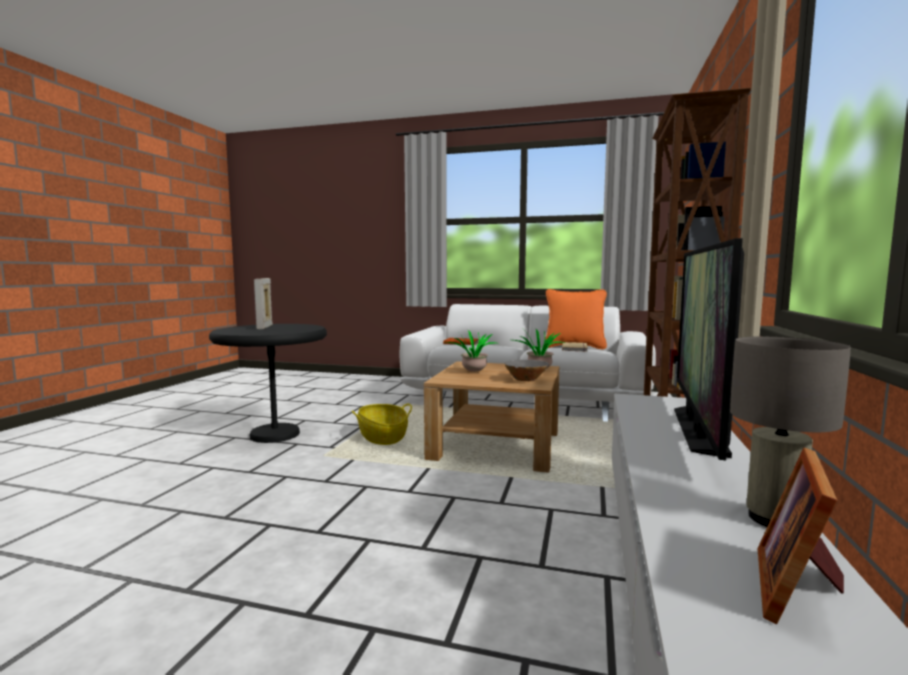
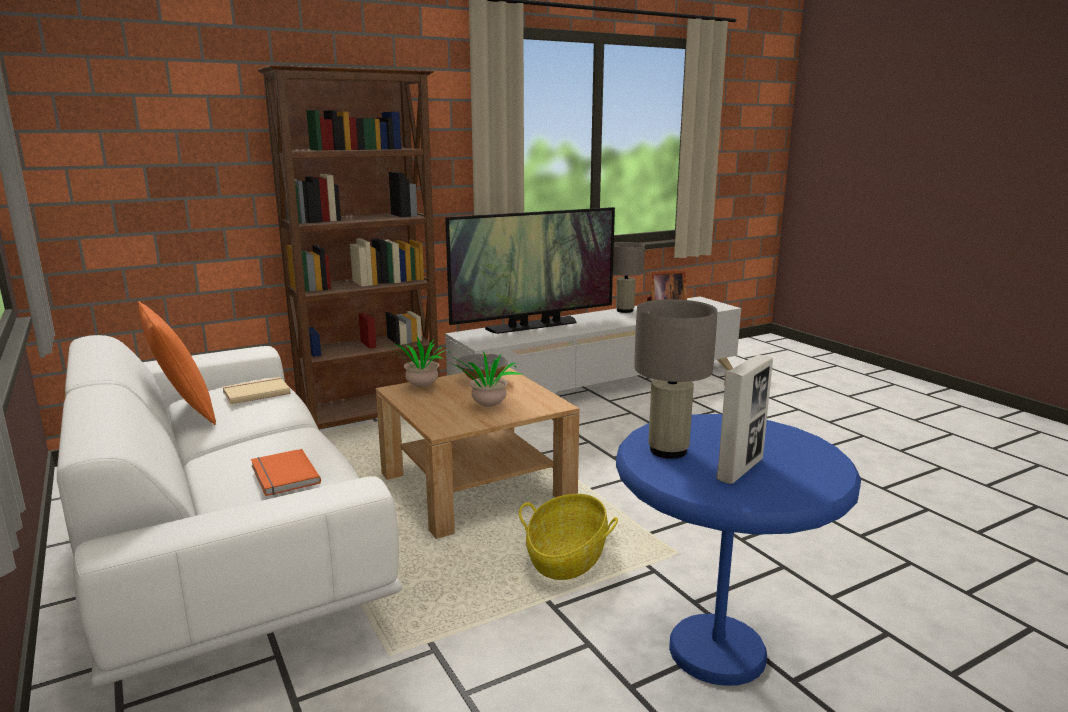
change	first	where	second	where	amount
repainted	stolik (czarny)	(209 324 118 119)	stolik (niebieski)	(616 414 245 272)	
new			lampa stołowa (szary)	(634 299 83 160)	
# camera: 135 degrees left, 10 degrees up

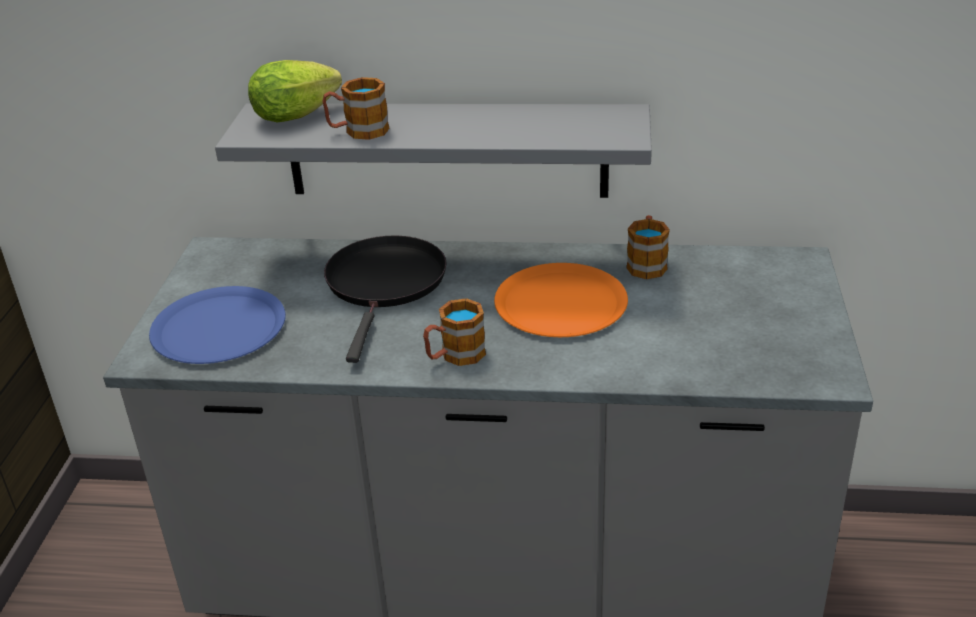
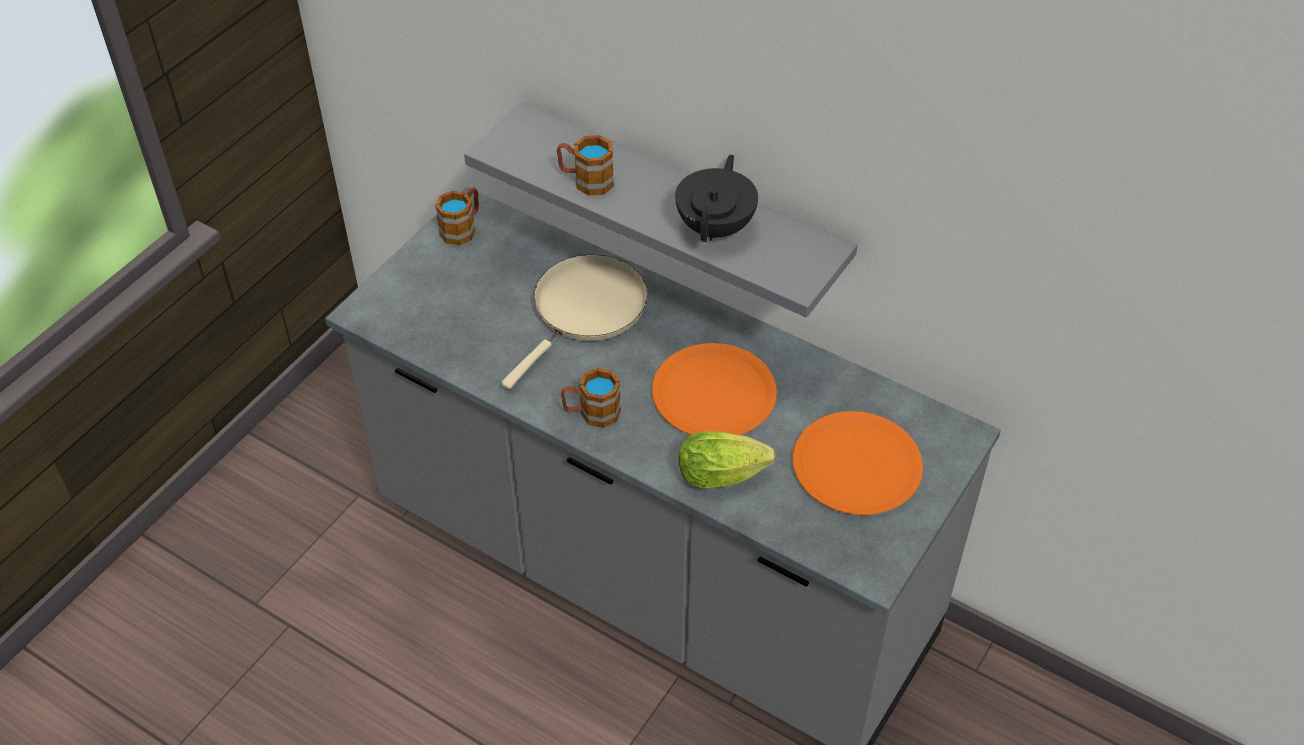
change	first	where	second	where	amount
shifted	sałata	(248 60 94 63)		(679 431 97 57)	
shifted	kubek	(626 215 44 64)		(435 188 44 57)	
repainted	patelnia (czarny)	(324 236 123 127)	patelnia (beżowy)	(501 254 147 135)	
gone	talerz (niebieski)	(149 286 137 78)			
new			imbryk (czarny)	(675 154 83 88)	
new			talerz (pomarańczowy)	(792 411 131 104)	
# camera: 25 degrees right, 15 degrees up

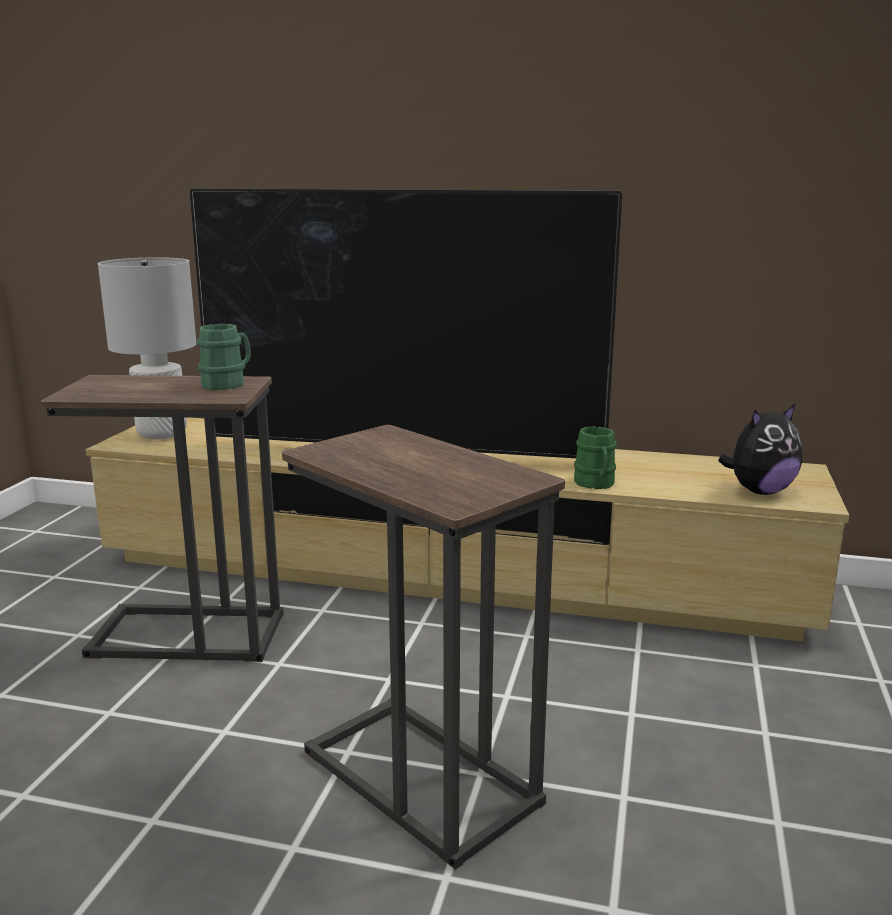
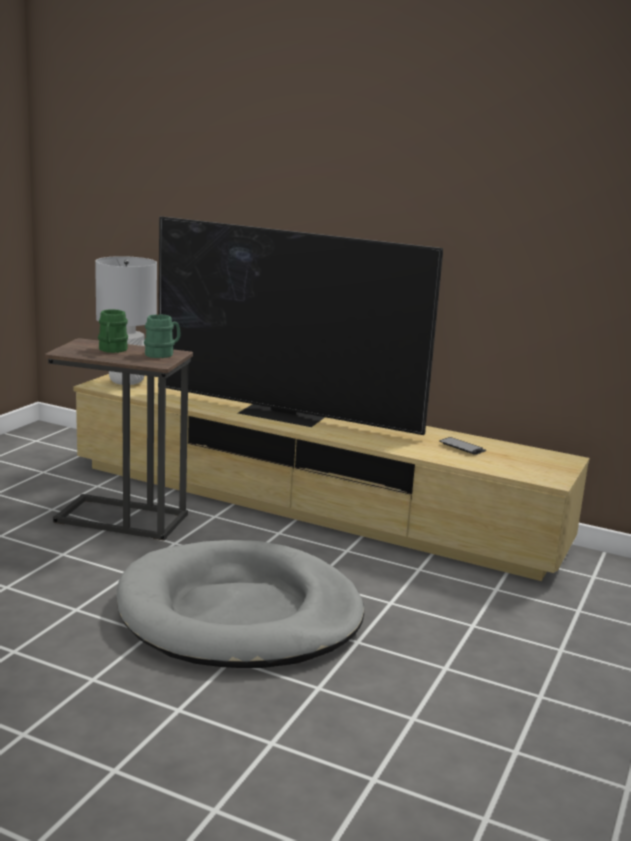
change	first	where	second	where	amount
gone	pluszak	(718 403 84 92)			
swapped	stolik (brązowy)	(282 425 283 445)	legowisko (szary)	(117 540 247 128)	
shifted	kubek (zielony)	(574 426 43 63)		(98 309 30 44)	
new			telefon	(439 437 47 18)	
# camera: 10 degrees right, 0 degrees up

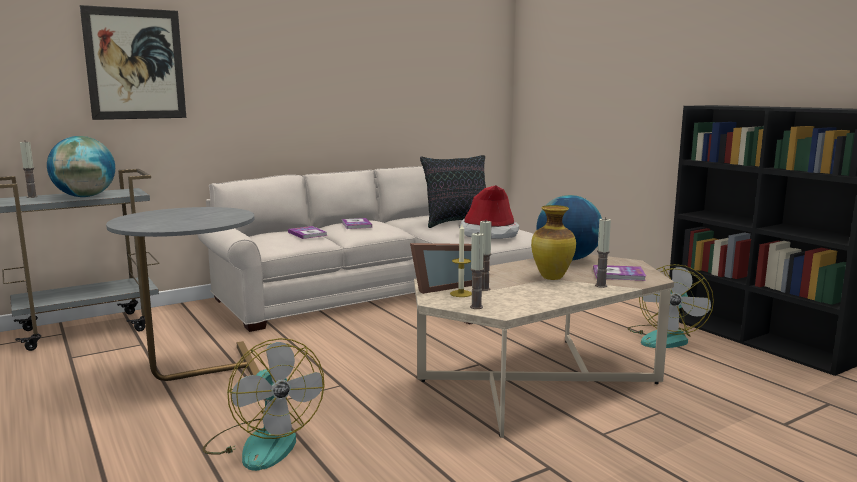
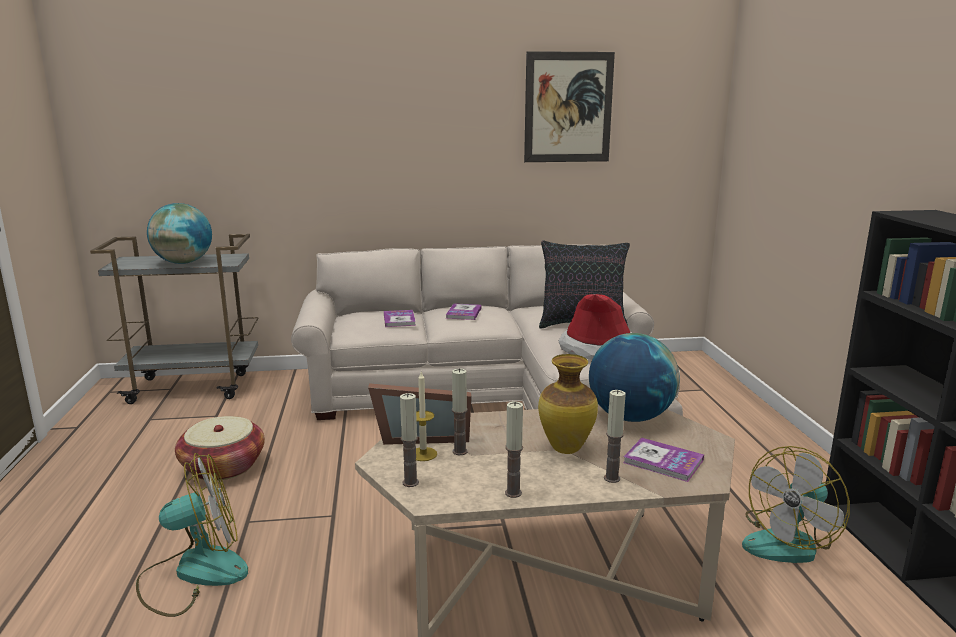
change	first	where	second	where	amount
shifted	obraz	(80 5 106 115)		(524 51 91 111)	
shifted	świeca	(20 142 18 56)		(505 401 18 97)	
swapped	stolik (szary)	(106 207 154 174)	koszyk	(175 416 90 65)	
rotated	wentylator	(202 338 123 133)		(136 453 112 164)	105 degrees counterclockwise
# camera: 25 degrees right, 5 degrees up

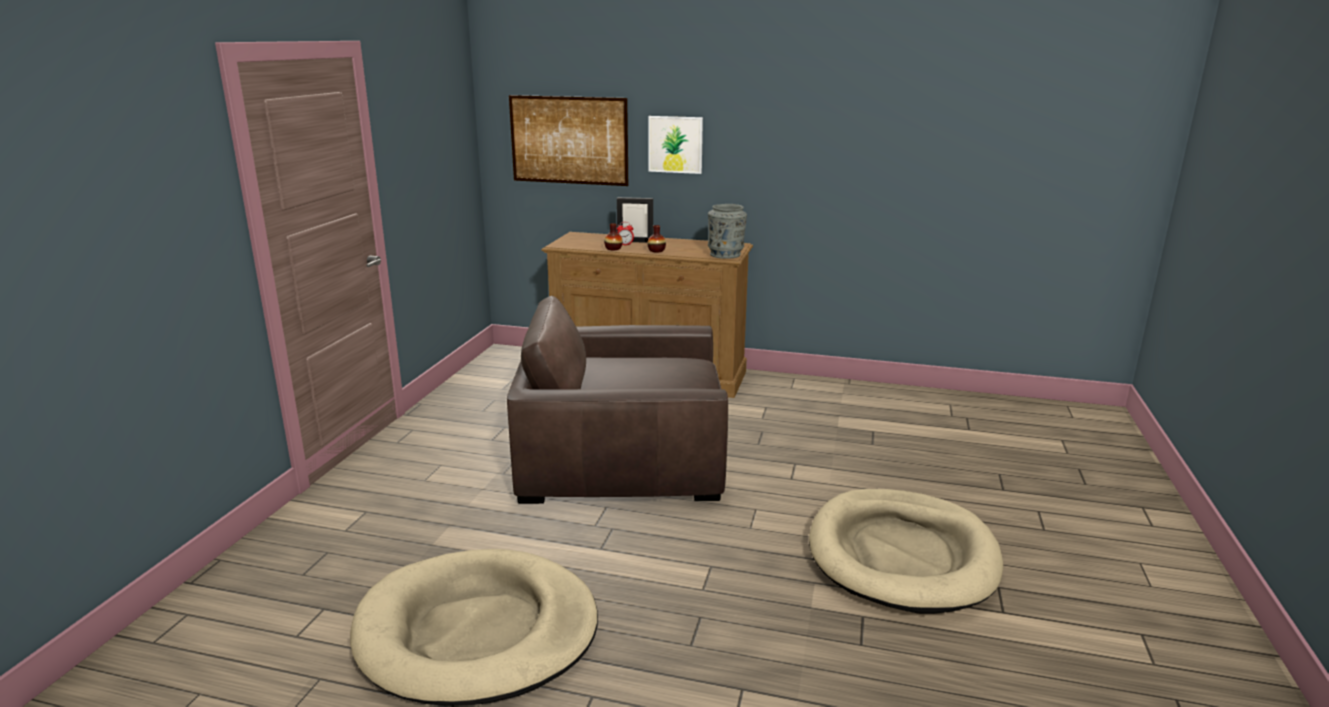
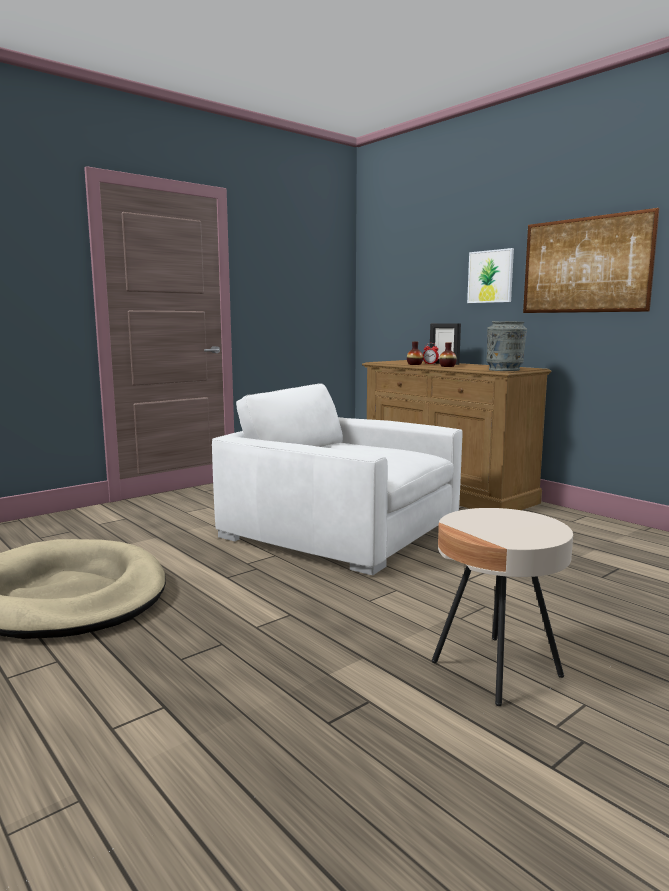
change	first	where	second	where	amount
shifted	obraz	(509 95 119 91)		(523 208 137 105)	
repainted	fotel (brązowy)	(507 296 221 208)	fotel (biały)	(212 383 251 192)	
swapped	legowisko (beżowy)	(809 489 194 125)	stolik (beżowy)	(432 508 141 198)	
# camera: 35 degrees right, 10 degrees down

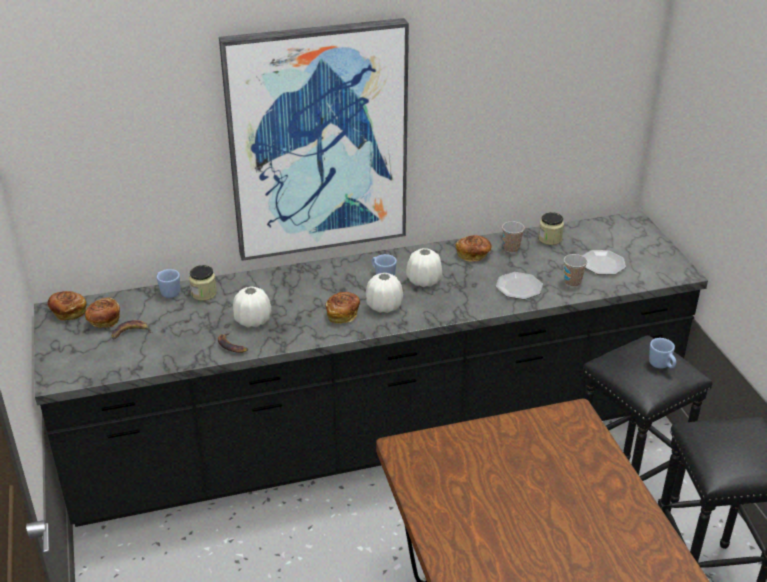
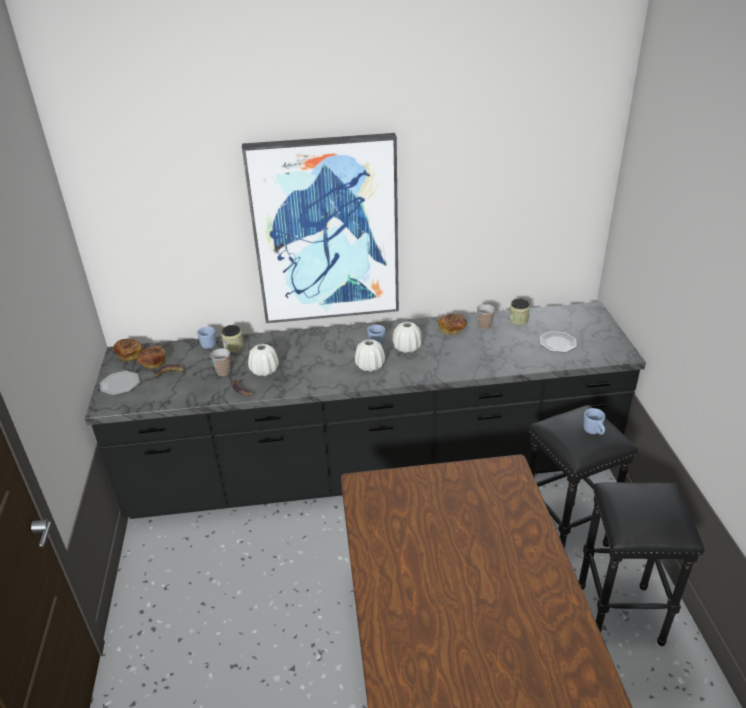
change	first	where	second	where	amount
shifted	filiżanka	(564 254 23 33)		(210 348 20 28)	
shifted	talerz	(496 272 47 27)		(100 371 40 24)	
gone	chleb	(325 292 35 32)			
# camera: 10 degrees right, 0 degrees up

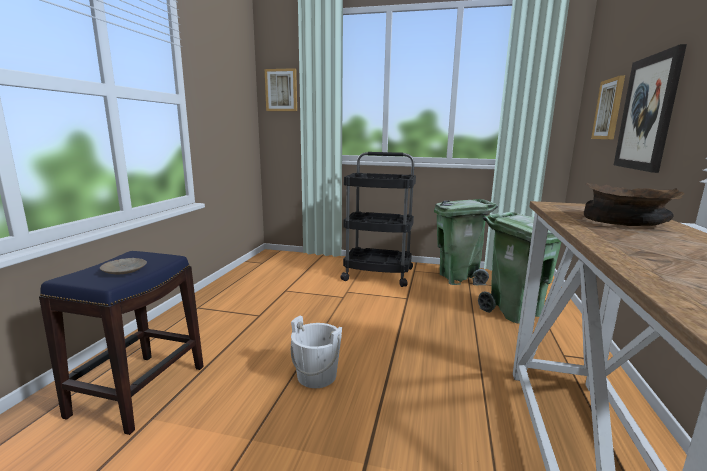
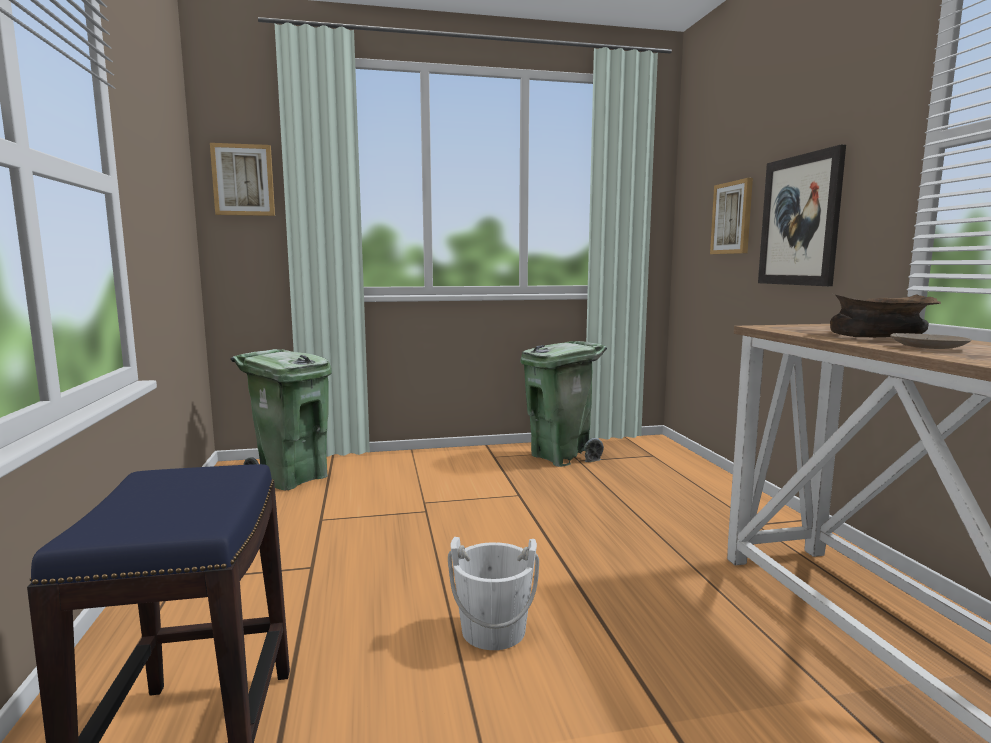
change	first	where	second	where	amount
gone	wózek (czarny)	(340 152 76 135)			
shifted	kosz na śmieci (zielony)	(478 212 83 112)		(230 349 102 141)	
shifted	talerz (beżowy)	(100 258 47 16)		(890 333 82 16)	
# camera: 25 degrees left, 5 degrees down

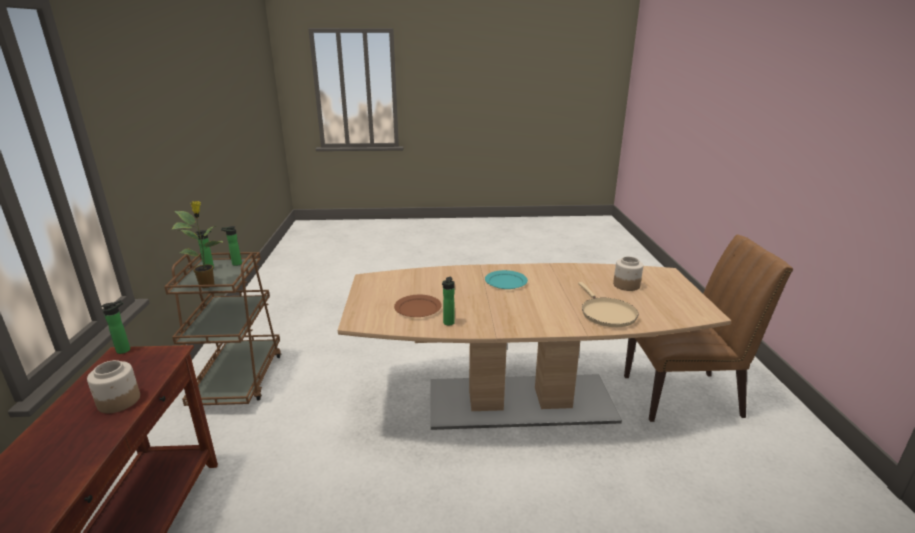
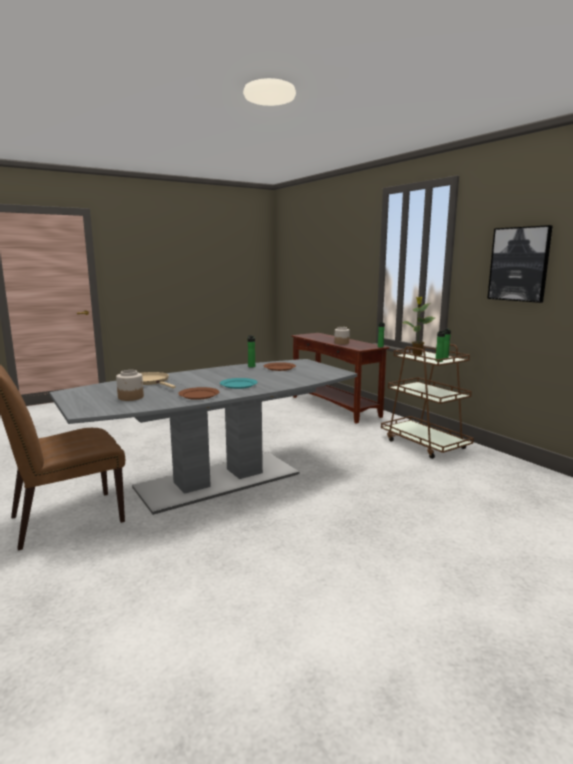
change	first	where	second	where	amount
repainted	stół jadalny (brązowy)	(338 263 393 167)	stół jadalny (szary)	(50 359 307 156)	
new			obraz	(487 225 66 78)	
new			talerz (brązowy)	(178 387 42 13)	
# camera: 150 degrees right, 10 degrees down

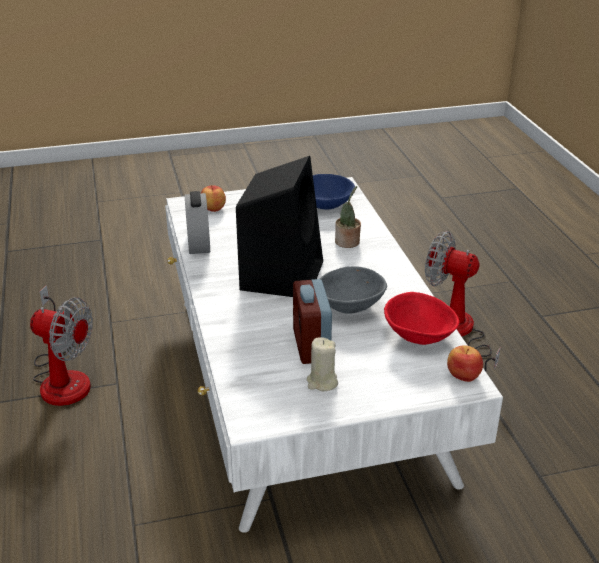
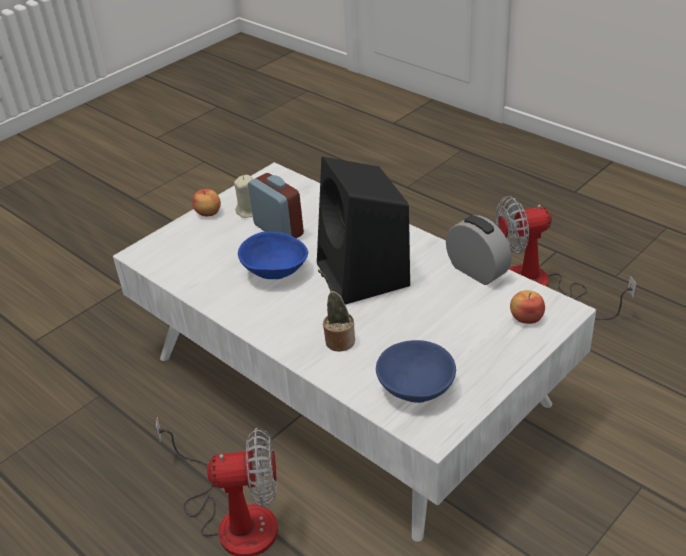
change	first	where	second	where	amount
repainted	miska (szary)	(320 266 67 48)	miska (niebieski)	(238 232 70 47)	
gone	miska (czerwony)	(384 292 75 53)			
shifted	jabłko	(447 345 36 37)		(192 189 29 27)	
# camera: 150 degrees right, 5 degrees up

